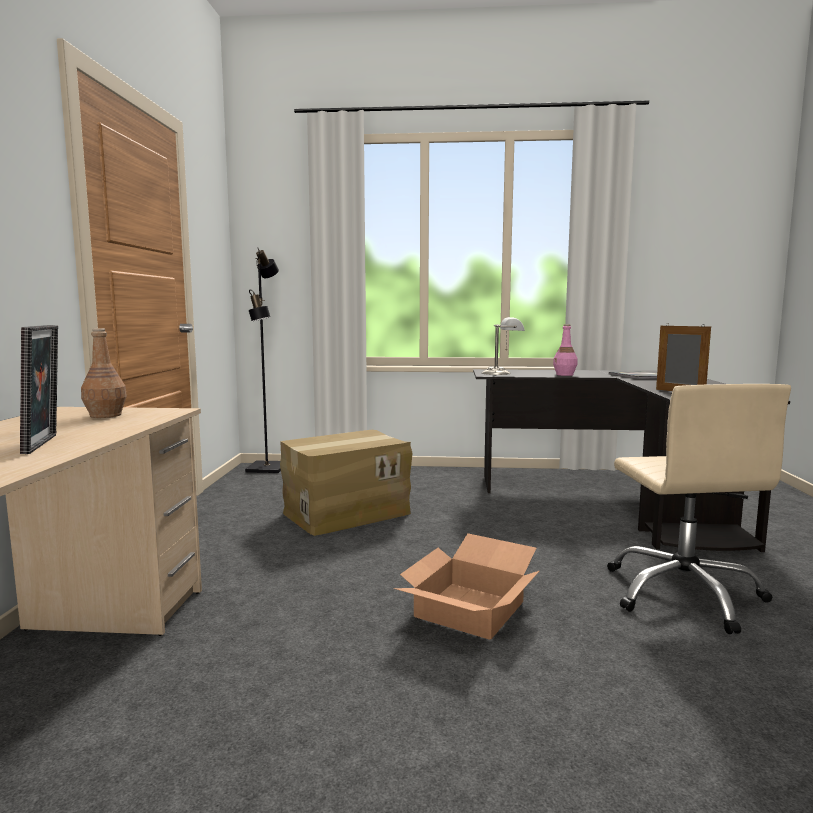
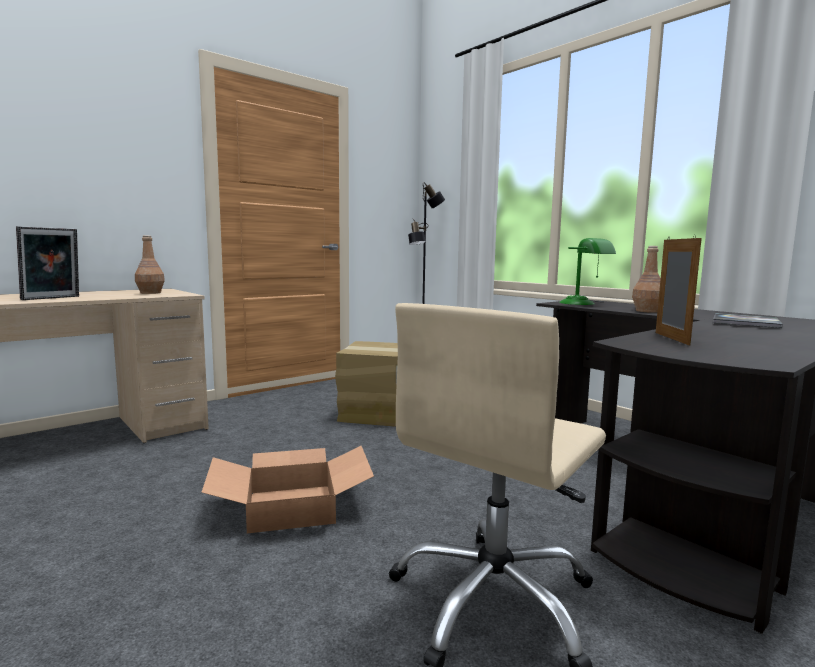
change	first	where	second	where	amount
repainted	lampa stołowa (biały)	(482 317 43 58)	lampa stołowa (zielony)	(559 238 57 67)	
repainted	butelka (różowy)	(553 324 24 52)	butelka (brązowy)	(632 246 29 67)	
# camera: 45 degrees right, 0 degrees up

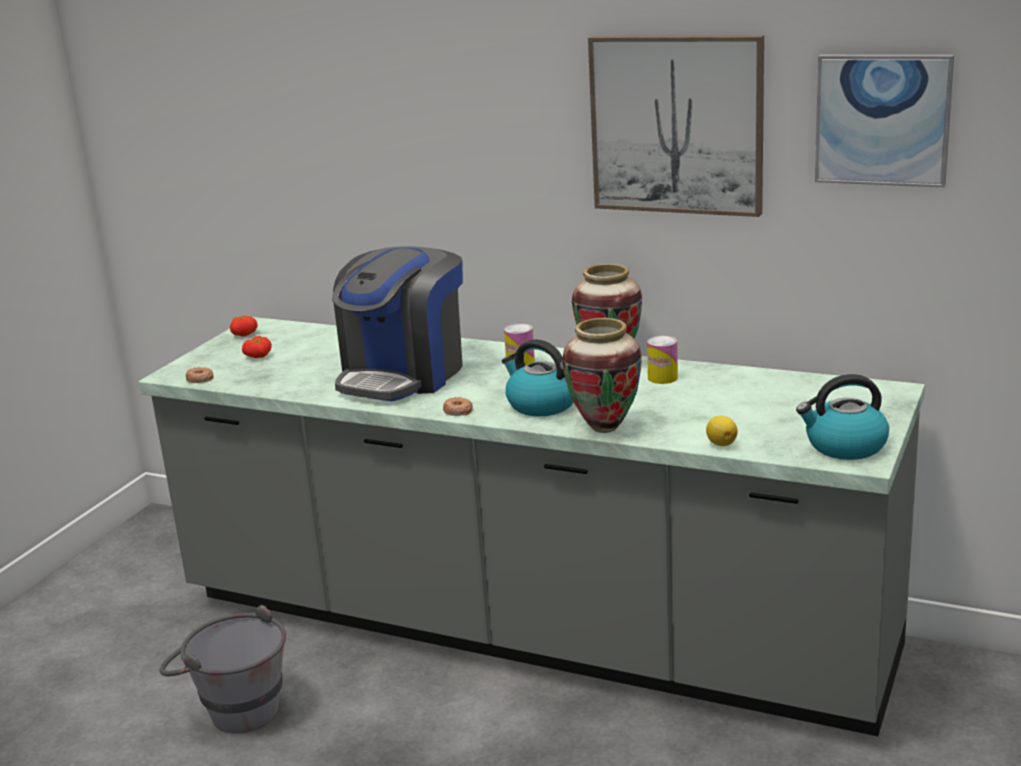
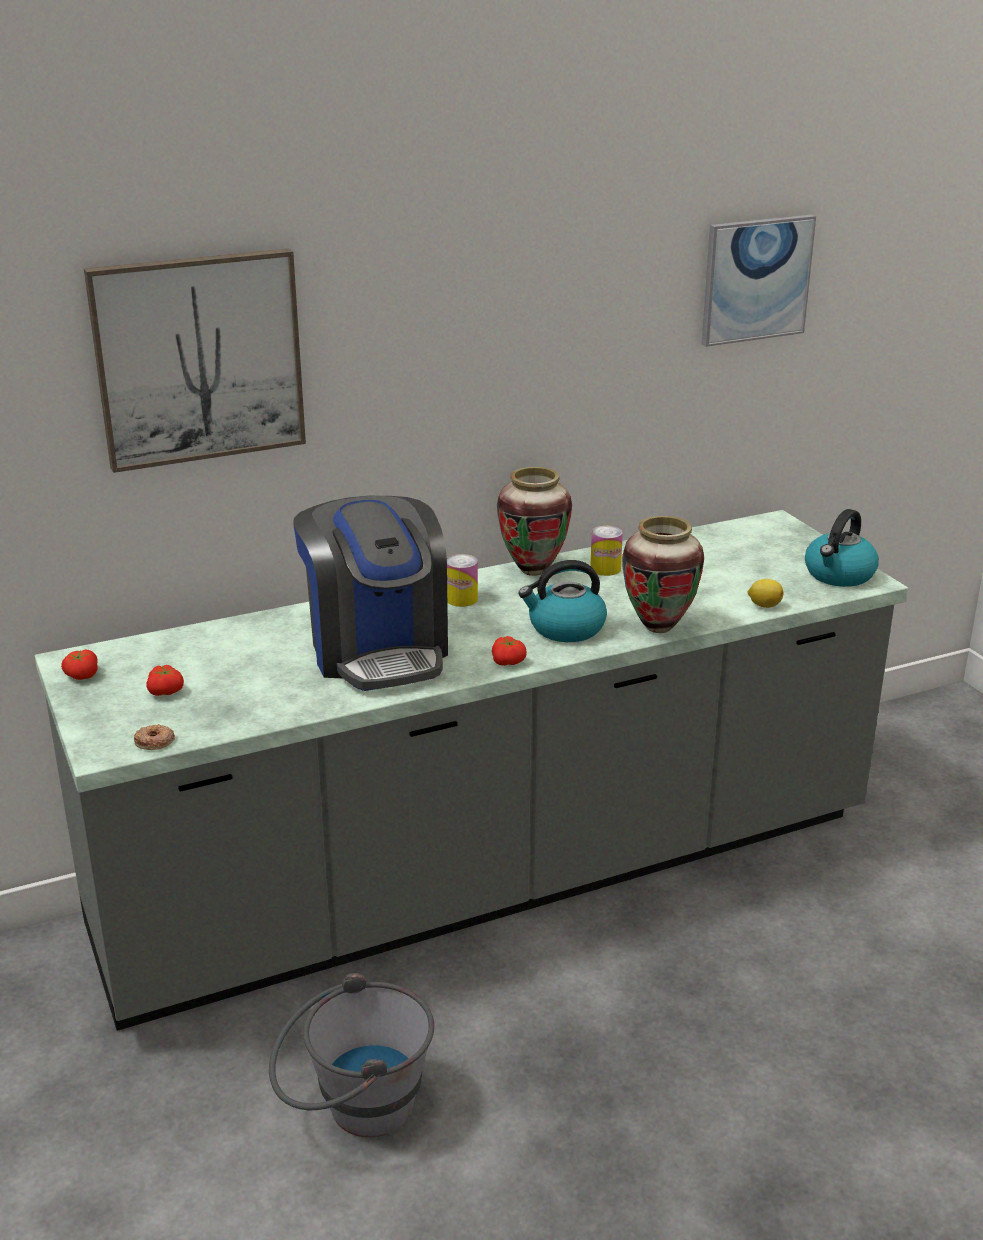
change	first	where	second	where	amount
shifted	obraz	(588 35 176 182)		(84 249 222 224)	
swapped	donut	(443 397 30 19)	pomidor	(492 636 35 30)	
# camera: 50 degrees left, 5 degrees up

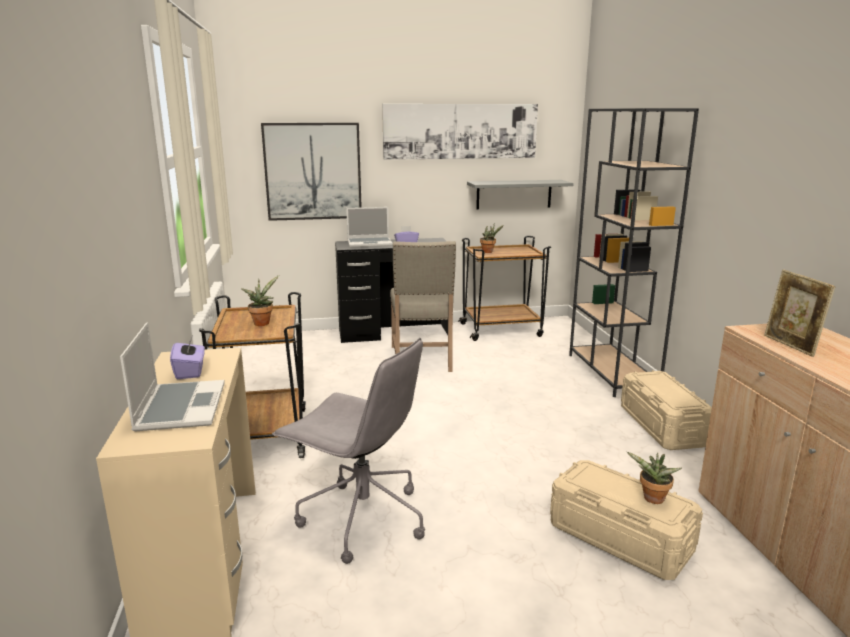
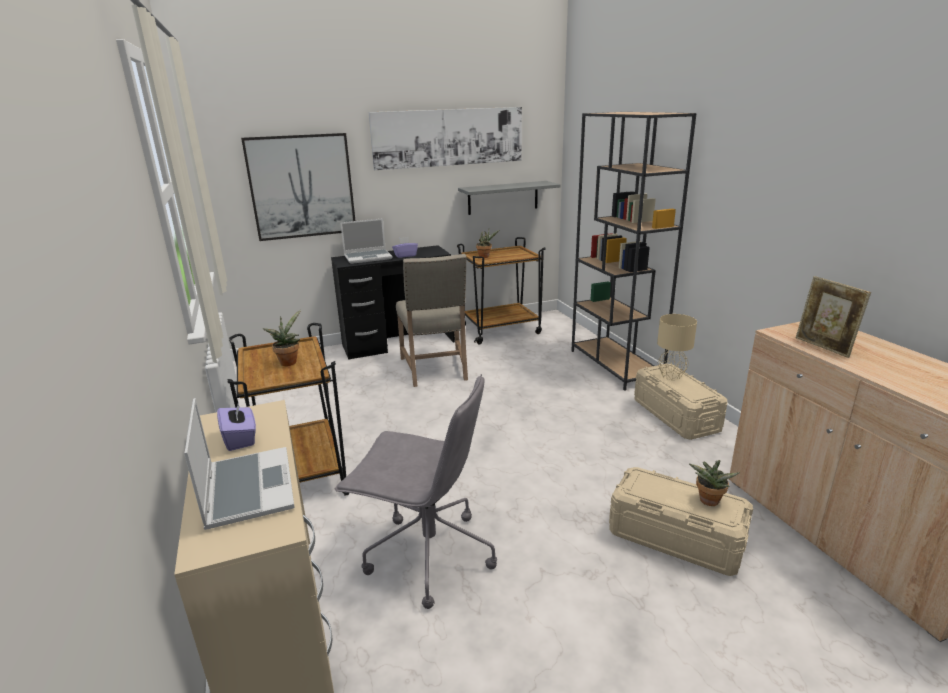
change	first	where	second	where	amount
new			lampa stołowa (beżowy)	(657 314 40 66)	
# camera: 10 degrees left, 5 degrees up

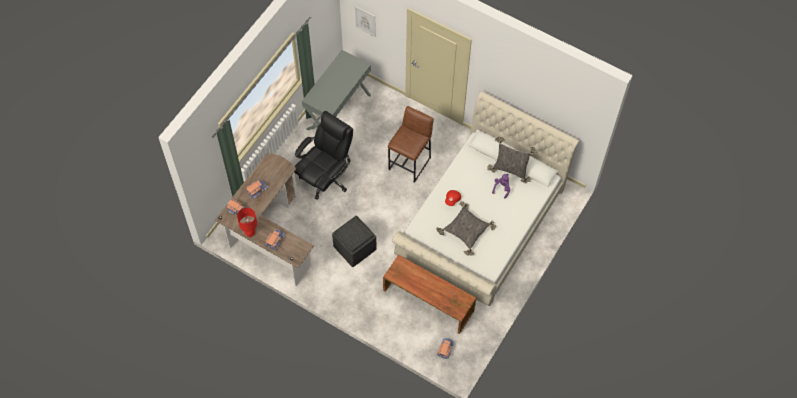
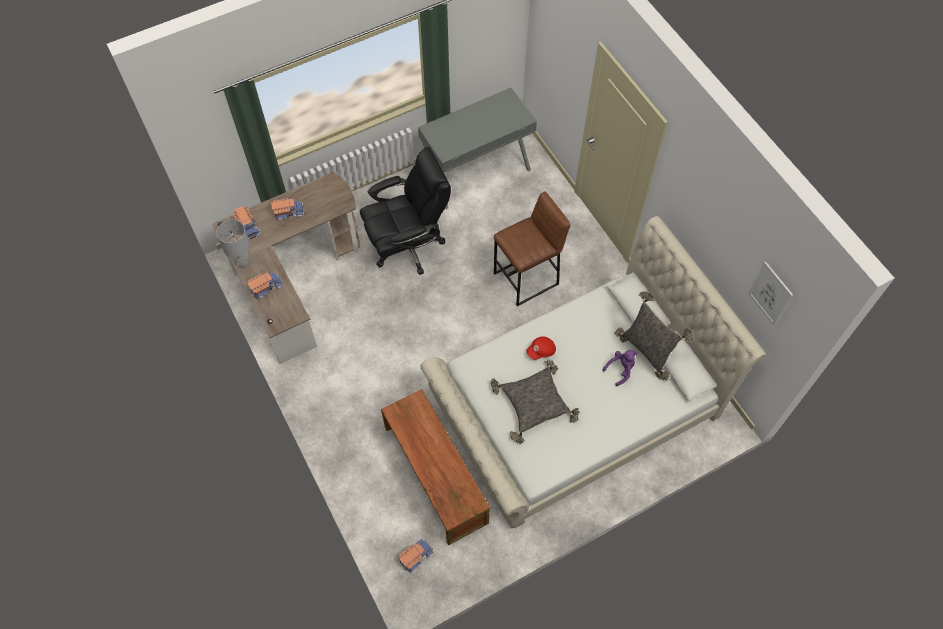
change	first	where	second	where	amount
shifted	obraz	(355 6 21 31)		(748 262 45 64)	
repainted	lampa stołowa (czerwony)	(237 208 20 29)	lampa stołowa (szary)	(216 220 34 47)	
gone	pufa (szary)	(332 216 45 51)			
# camera: 30 degrees right, 0 degrees up

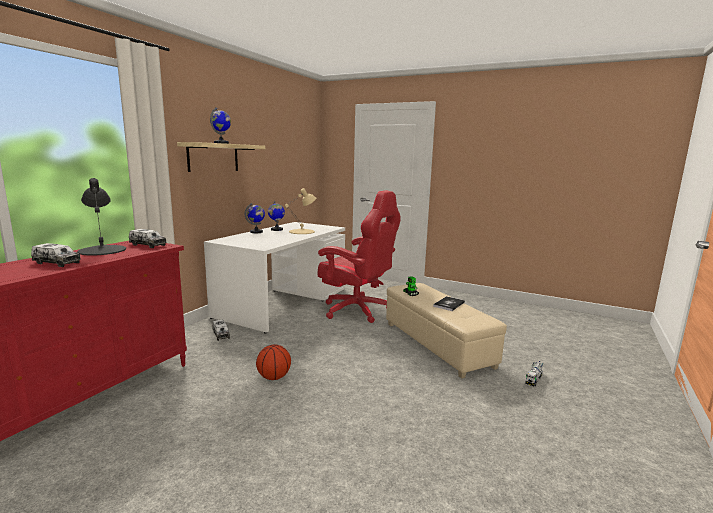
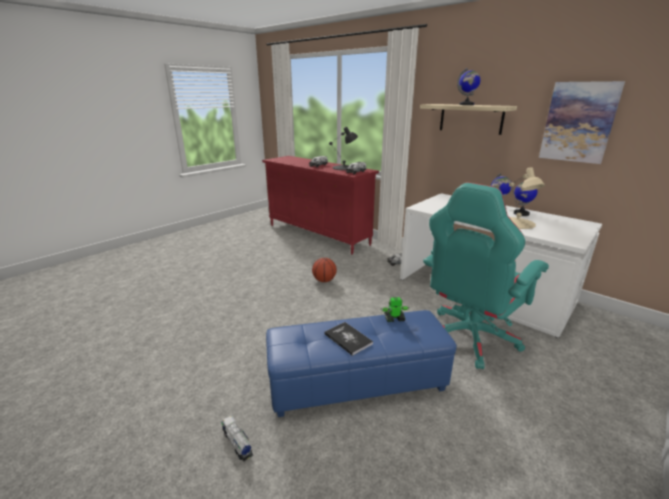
change	first	where	second	where	amount
repainted	krzesło biurowe (czerwony)	(318 190 83 133)	krzesło biurowe (turkusowy)	(423 182 126 187)	
repainted	pufa (beżowy)	(386 283 121 95)	pufa (niebieski)	(266 310 191 107)	
new			obraz	(539 81 86 83)	
# camera: 105 degrees right, 10 degrees up

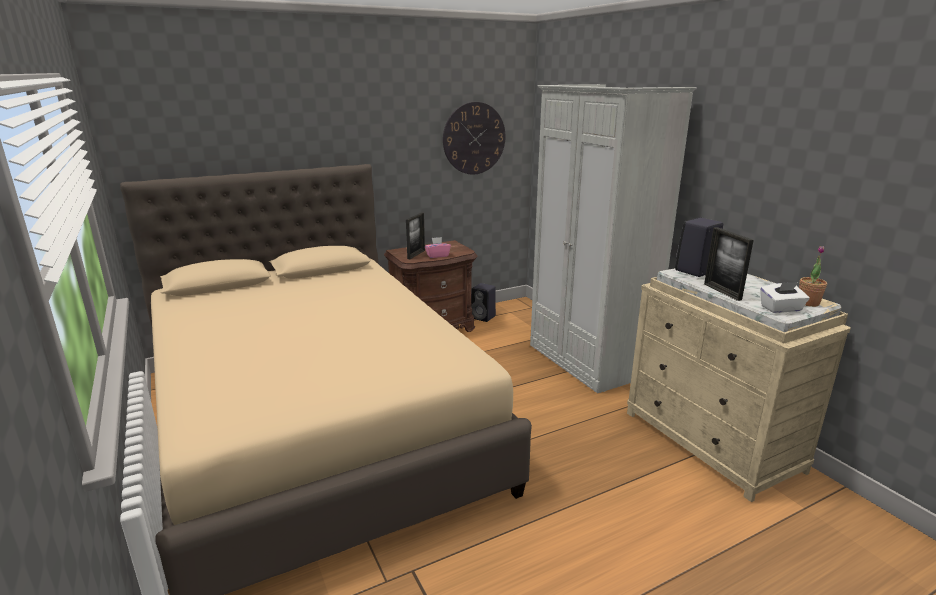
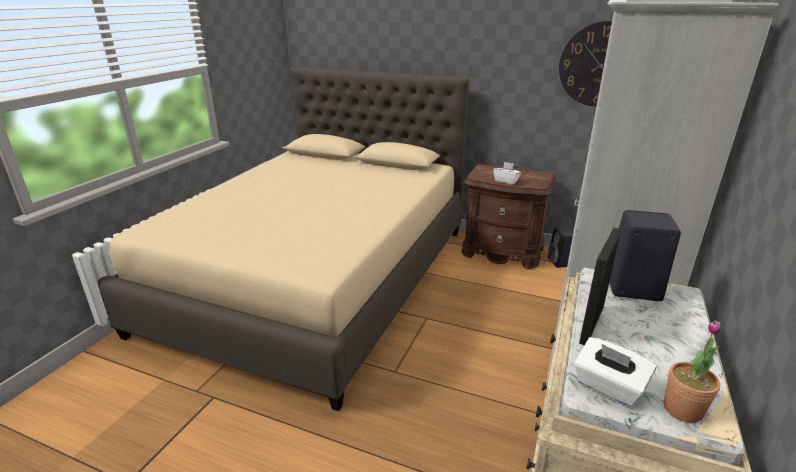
change	first	where	second	where	amount
gone	ramka na zdjęcie	(406 213 19 46)			
repainted	pudełko chusteczek (różowy)	(425 237 26 21)	pudełko chusteczek (biały)	(493 162 28 22)	
# camera: 50 degrees right, 5 degrees up

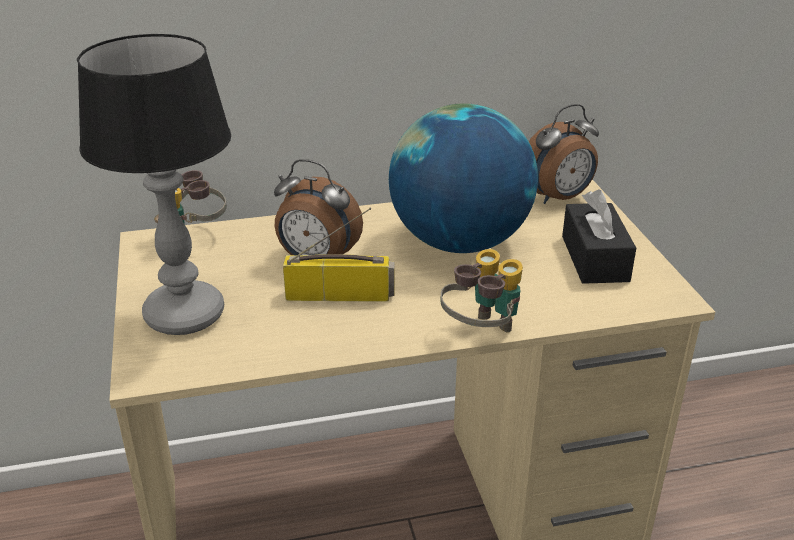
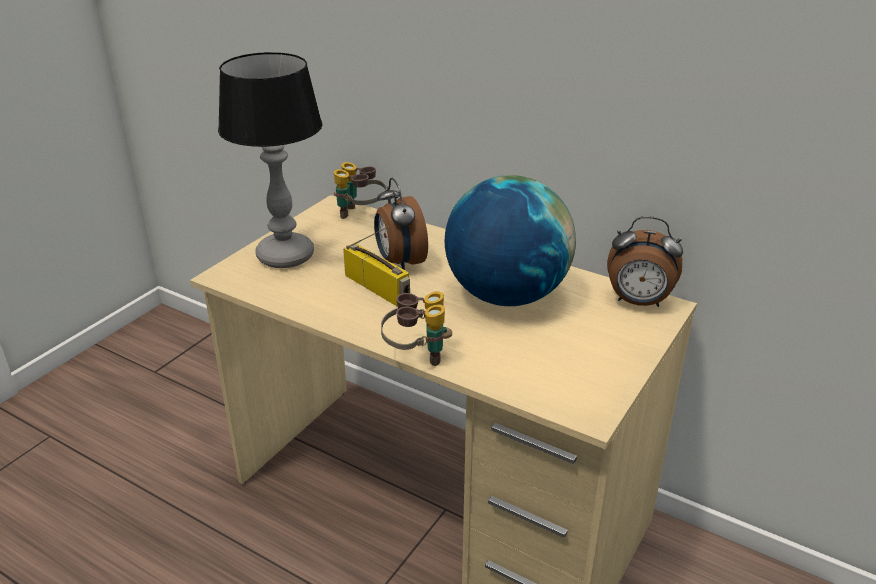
change	first	where	second	where	amount
gone	pudełko chusteczek (czarny)	(562 189 74 95)			
# camera: 45 degrees right, 0 degrees up

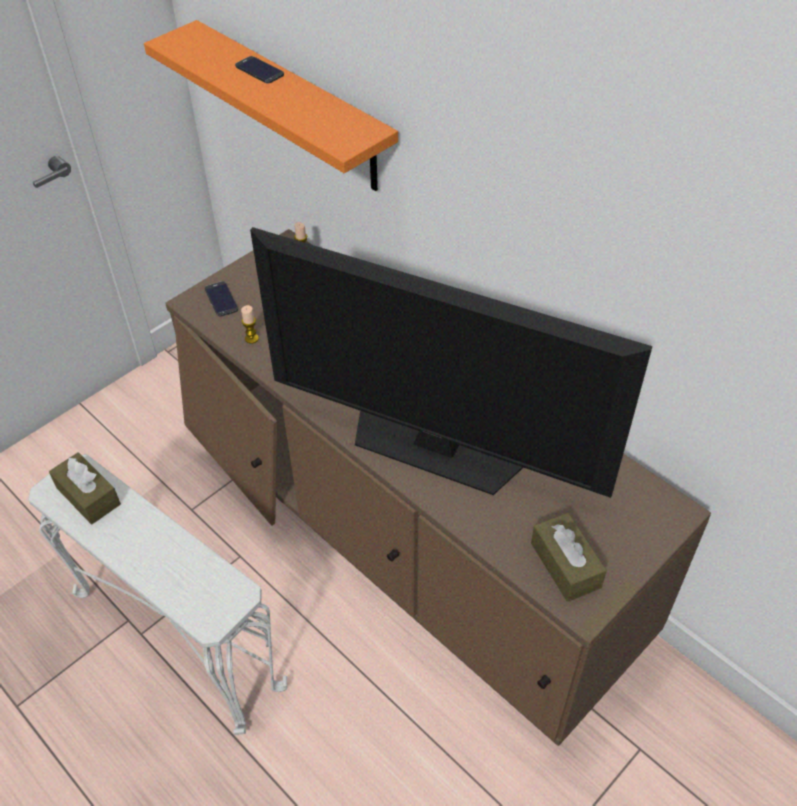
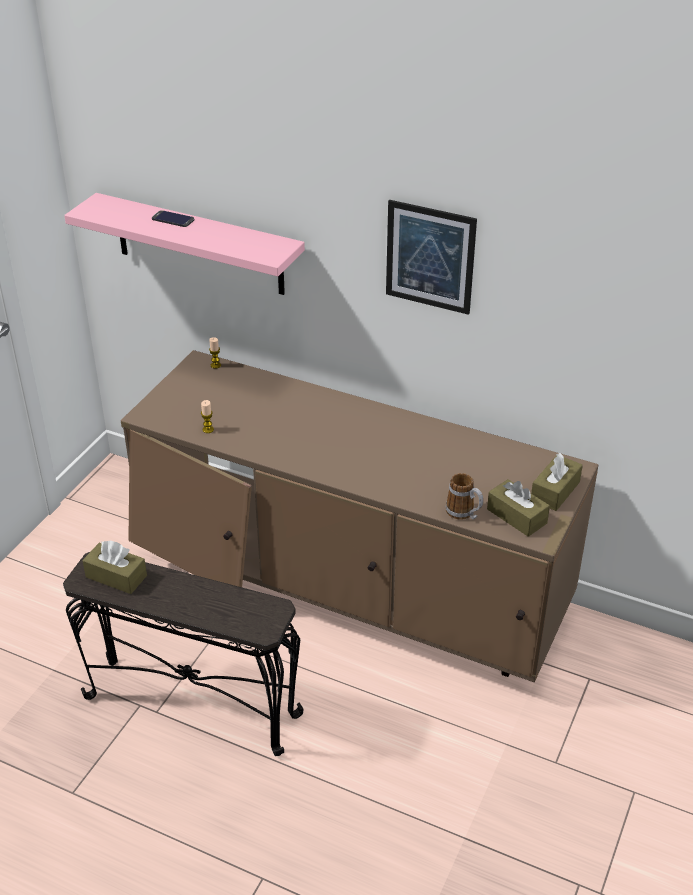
change	first	where	second	where	amount
repainted	półka (pomarańczowy)	(144 20 254 171)	półka (różowy)	(64 193 241 102)	
gone	telewizor	(250 227 403 271)			
gone	telefon	(205 281 33 36)			
repainted	stolik (biały)	(28 454 259 281)	stolik (czarny)	(63 552 241 204)	
new			obraz	(386 200 91 115)	
new			pudełko chusteczek (brązowy)	(531 453 52 58)	
new			kubek	(445 473 39 47)	
# camera: 20 degrees left, 10 degrees down

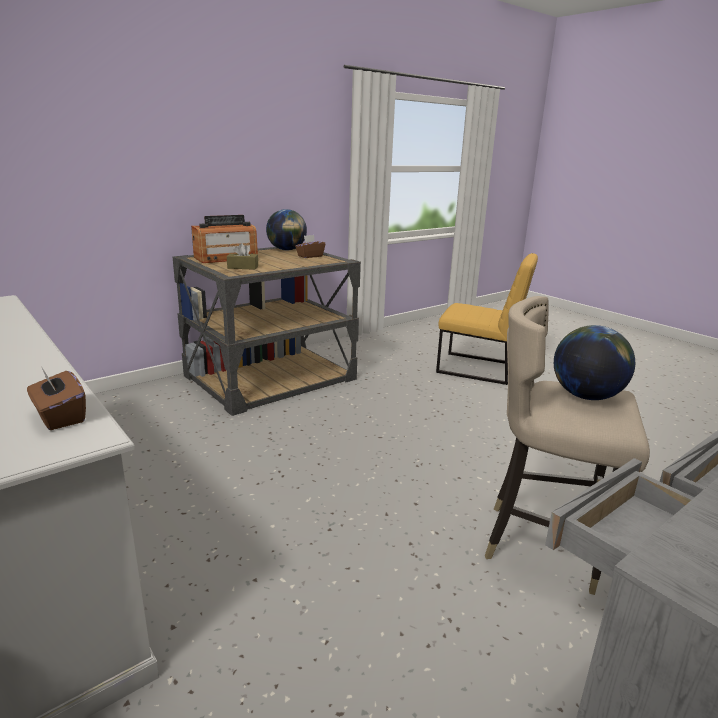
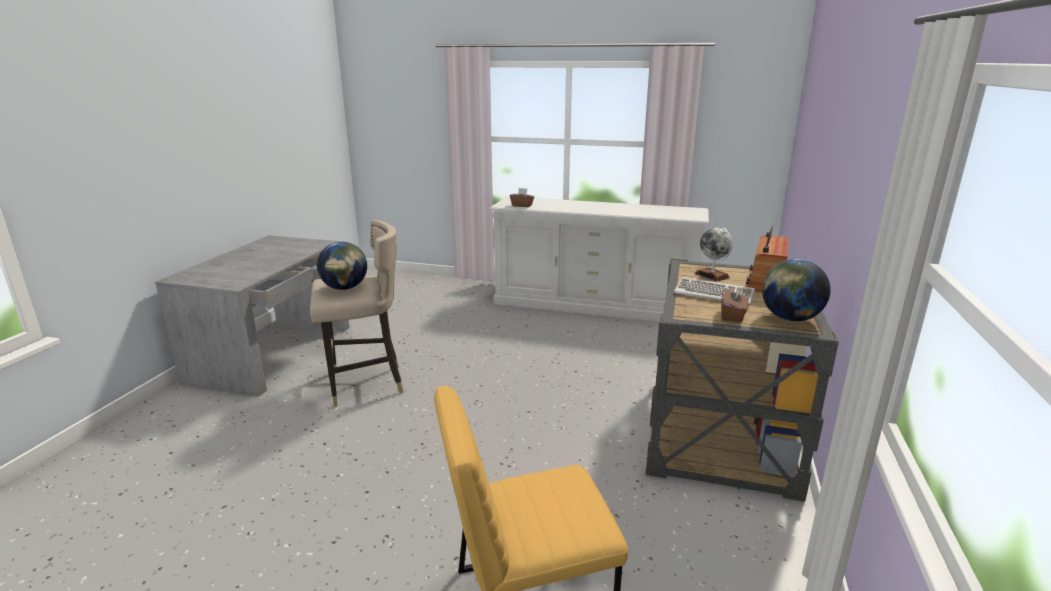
change	first	where	second	where	amount
swapped	pudełko chusteczek (brązowy)	(227 243 31 27)	globus	(695 228 37 54)	
new			klawiatura	(674 277 81 29)	
# camera: 145 degrees right, 0 degrees up

